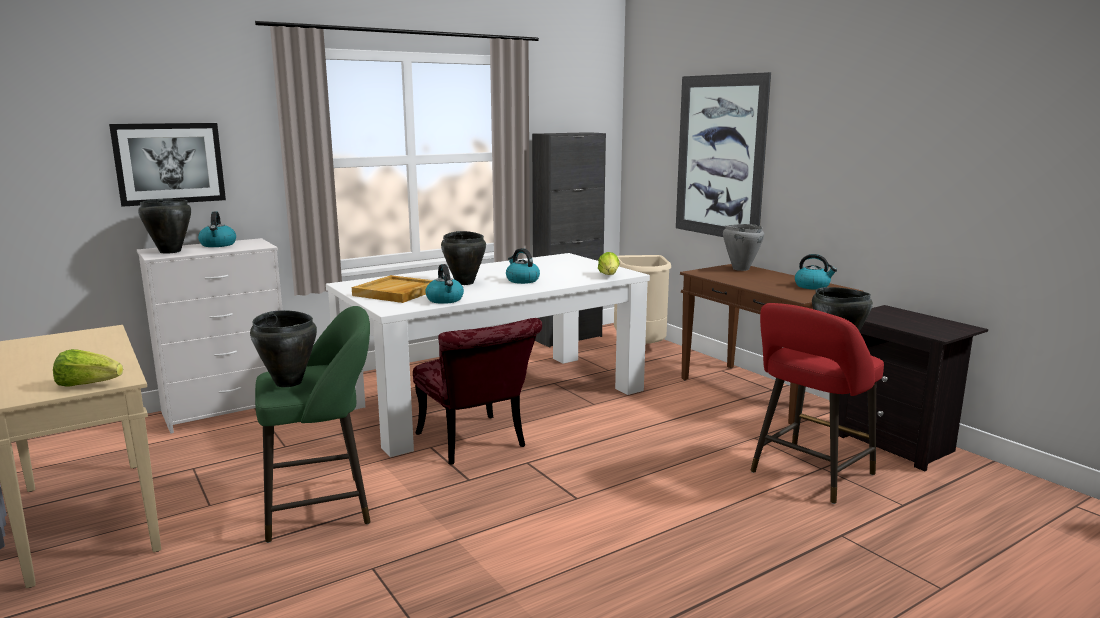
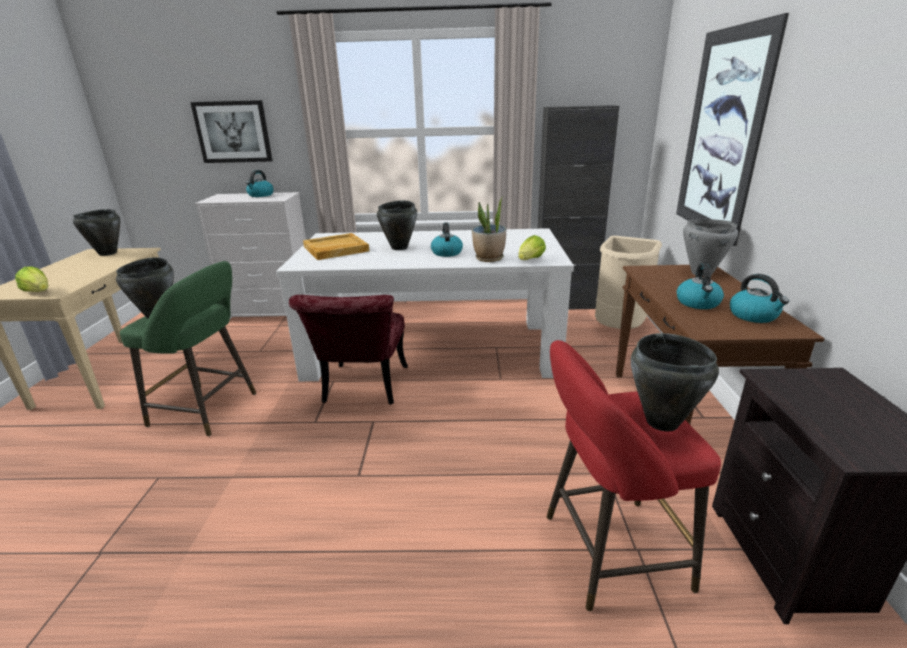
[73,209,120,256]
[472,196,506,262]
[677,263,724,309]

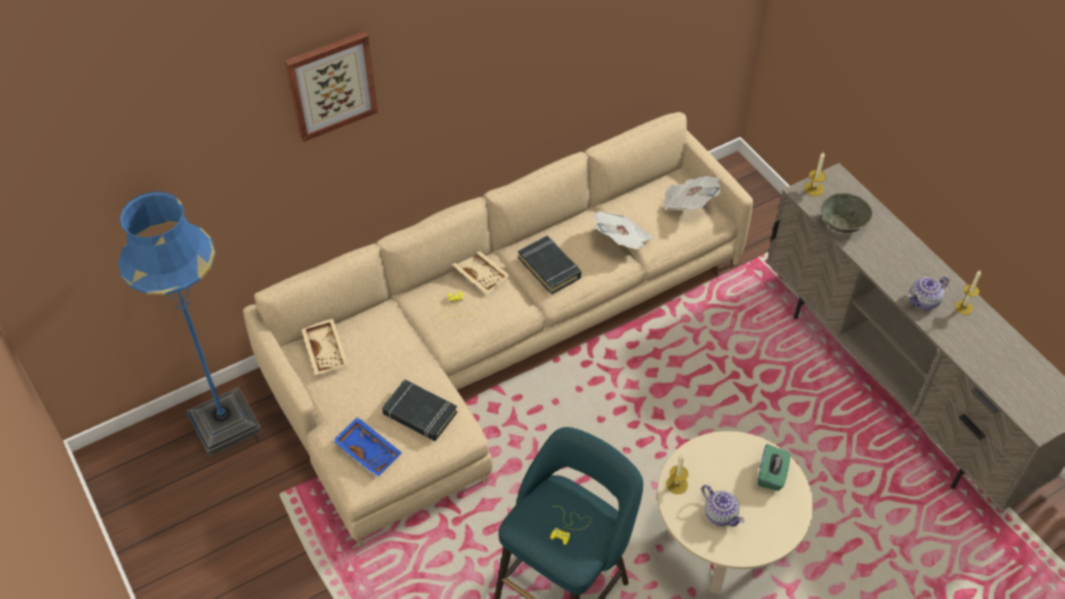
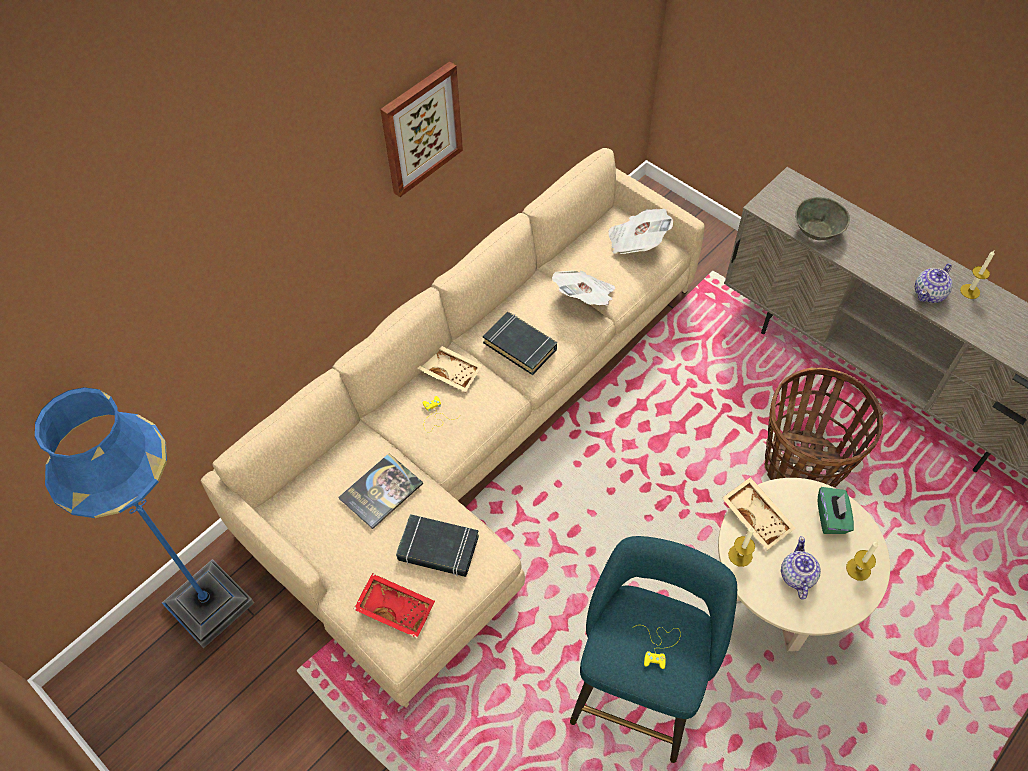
[338,453,423,529]
[353,573,435,638]
[380,61,463,197]
[722,477,796,550]
[765,368,884,488]
[781,536,821,600]
[846,542,878,581]

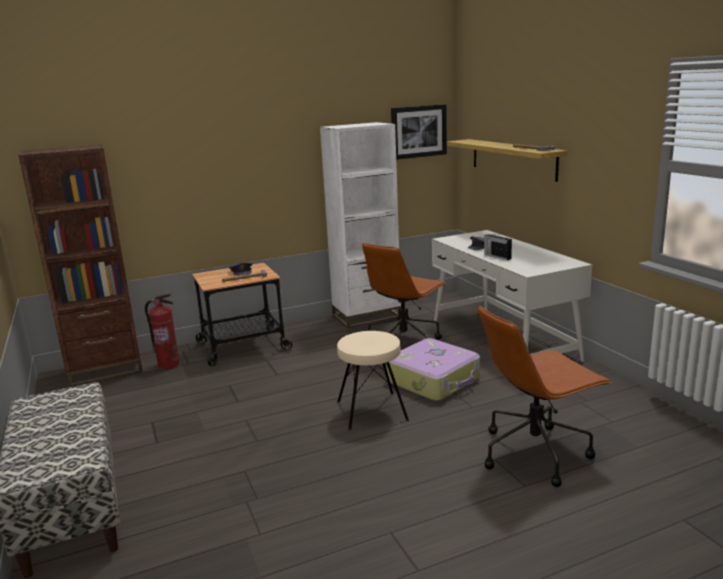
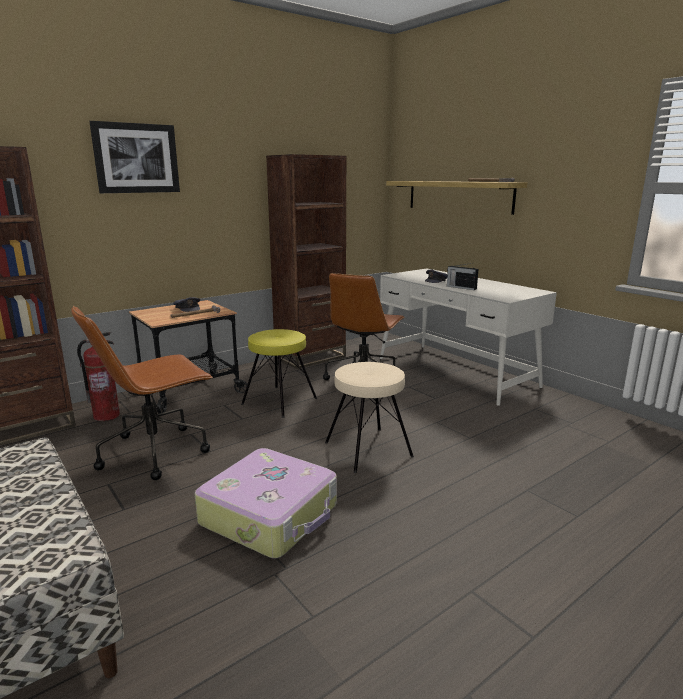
[71,306,213,480]
[89,121,180,193]
[195,448,337,558]
[241,329,317,418]
[266,154,346,369]

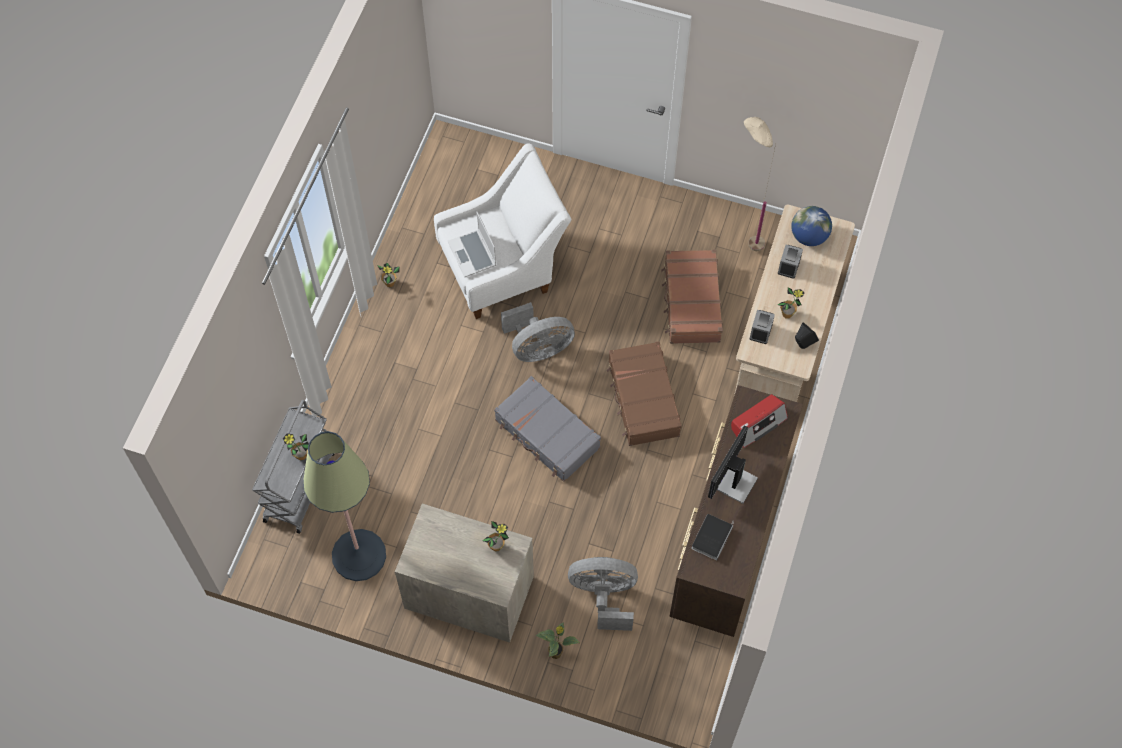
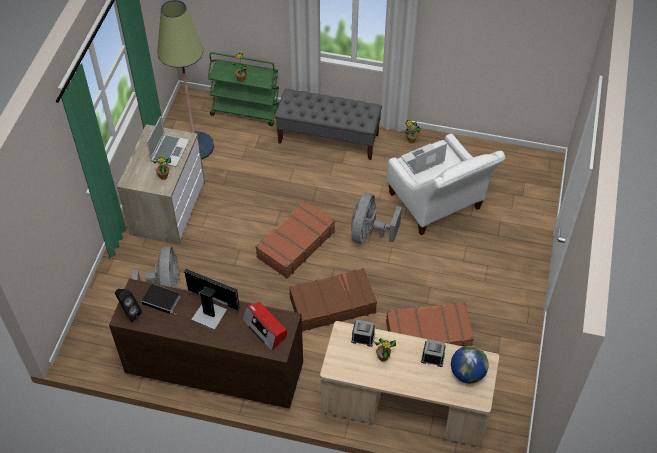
[115,289,142,322]
[147,116,190,167]
[207,52,280,126]
[256,200,335,278]
[275,88,382,160]
[351,193,402,243]
[535,622,580,659] (first image)
[744,117,776,251] (first image)

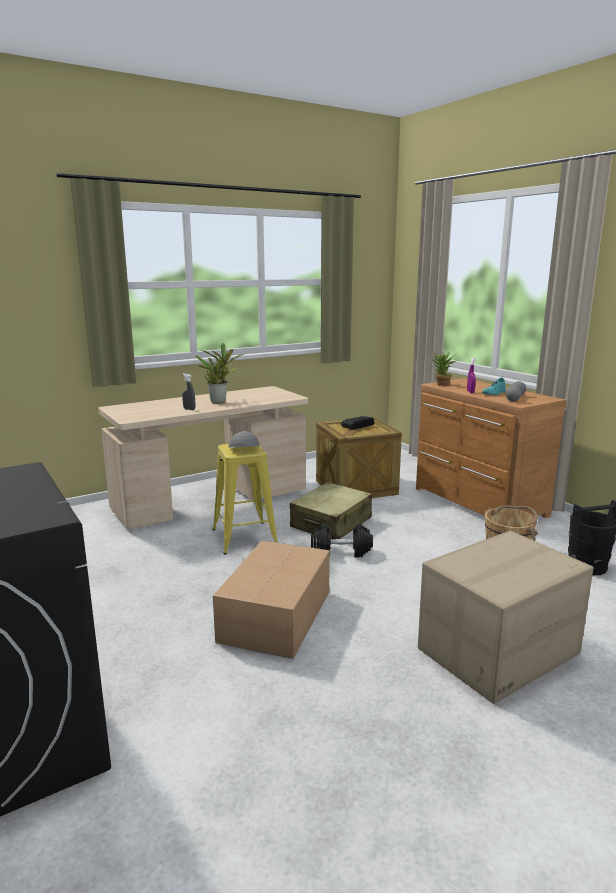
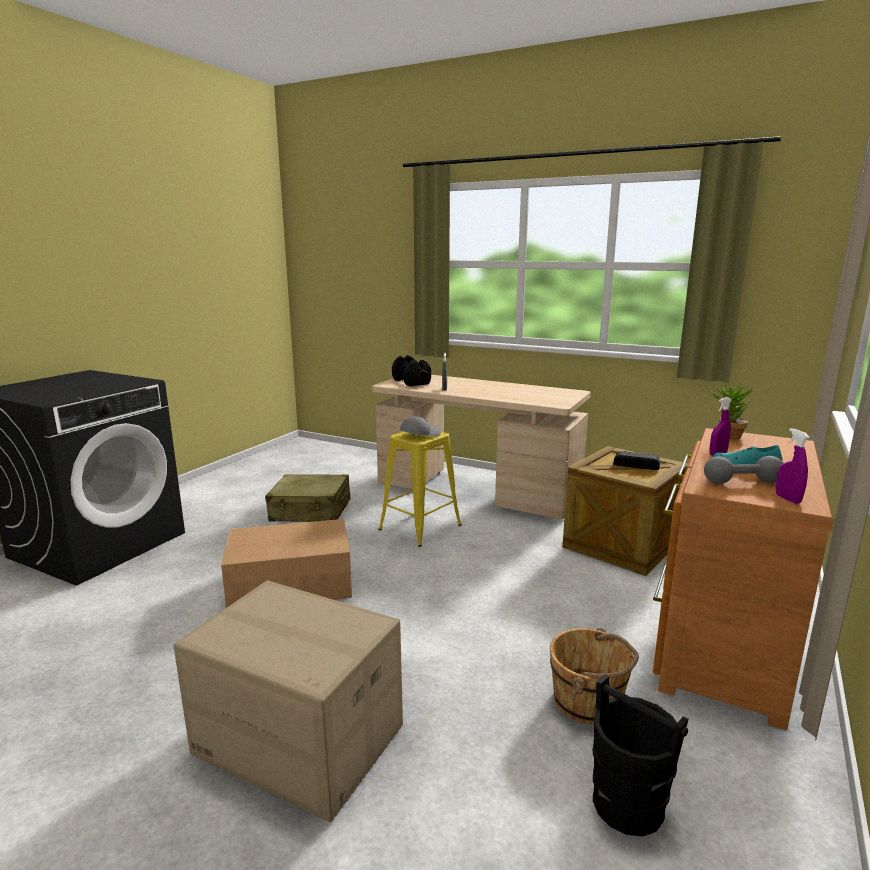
[265,474,350,522]
[392,355,431,386]
[776,428,810,504]
[195,343,244,404] (first image)

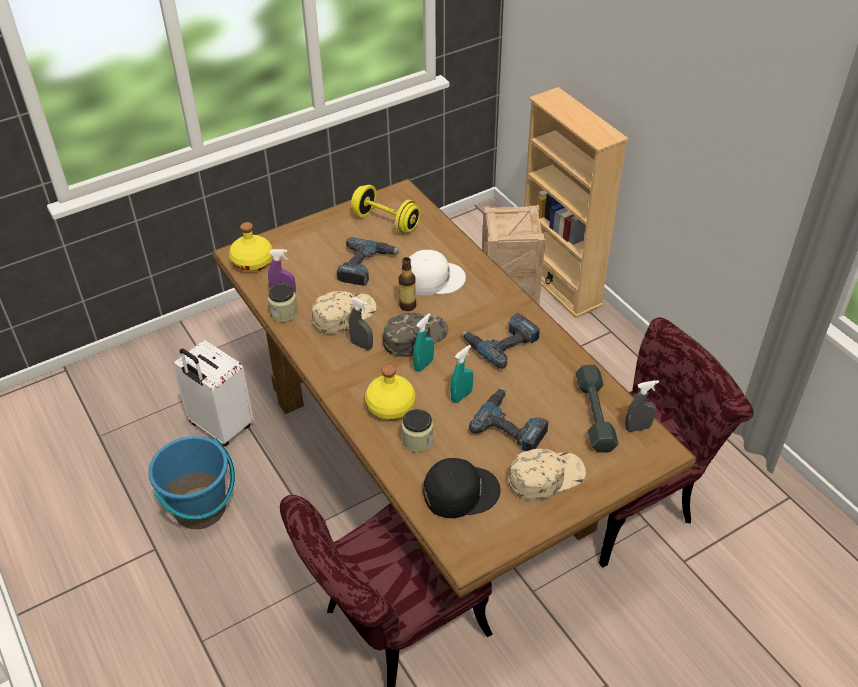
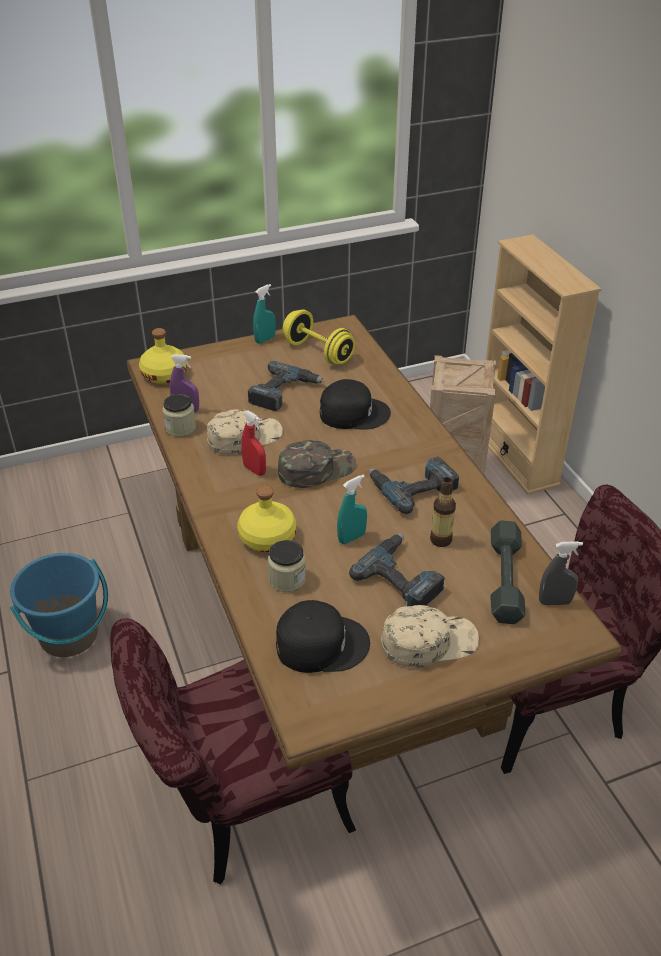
[241,411,266,476]
[253,284,276,344]
[320,379,391,430]
[430,477,456,547]
[172,340,254,447] (first image)

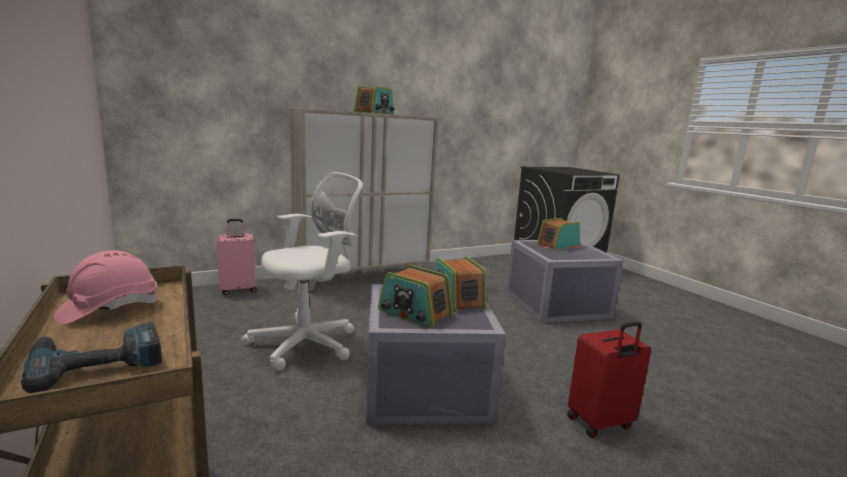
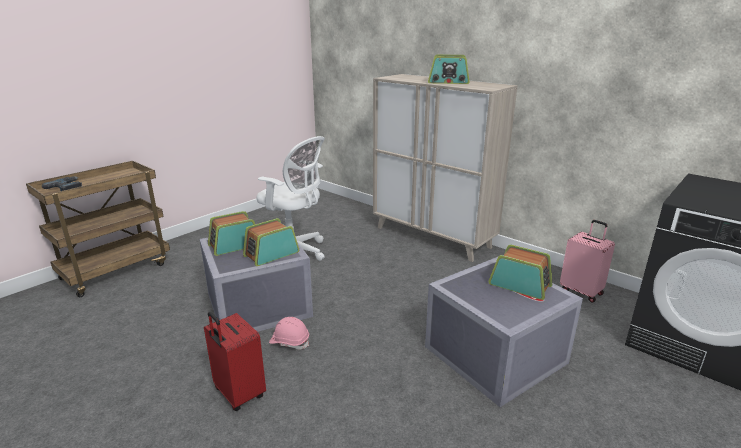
[208,211,255,256]
[269,317,309,350]
[560,220,615,302]

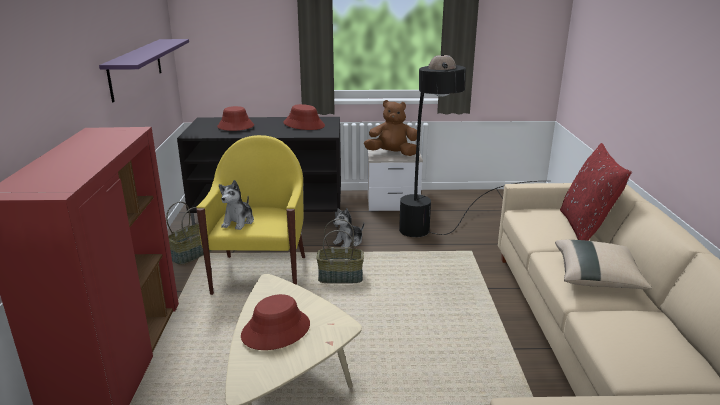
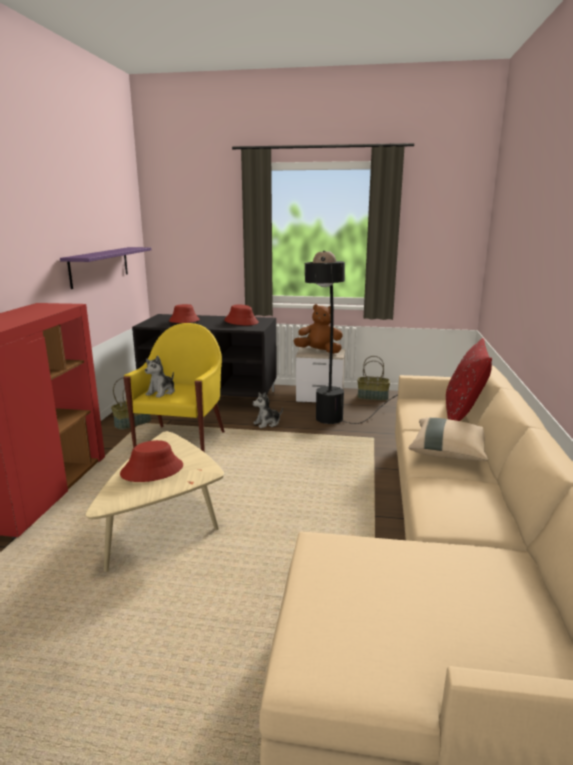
[357,356,390,401]

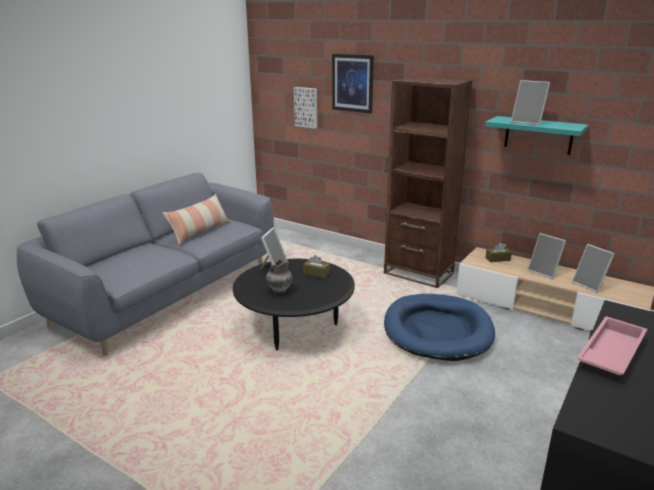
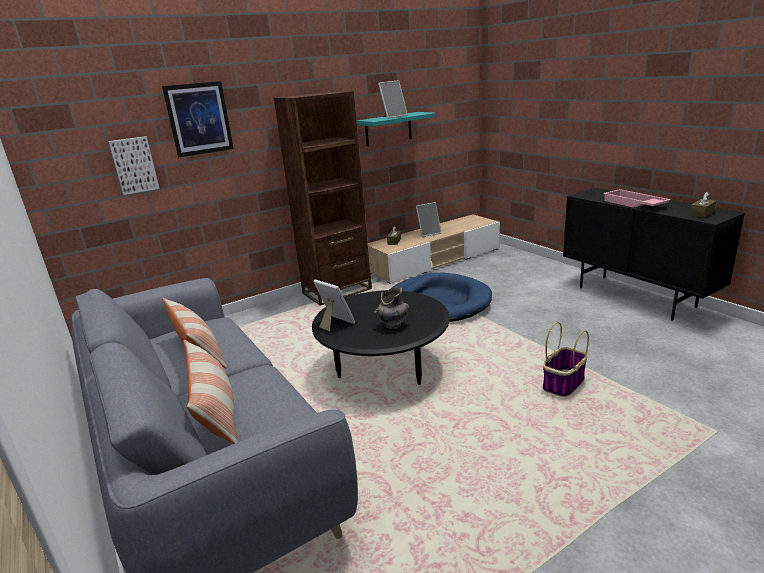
[184,340,238,444]
[543,322,589,397]
[689,192,716,218]
[572,244,615,293] (first image)

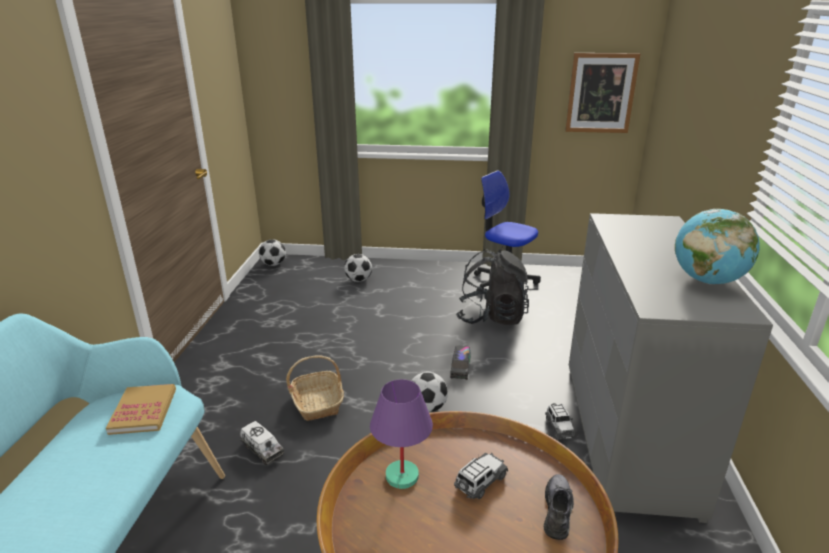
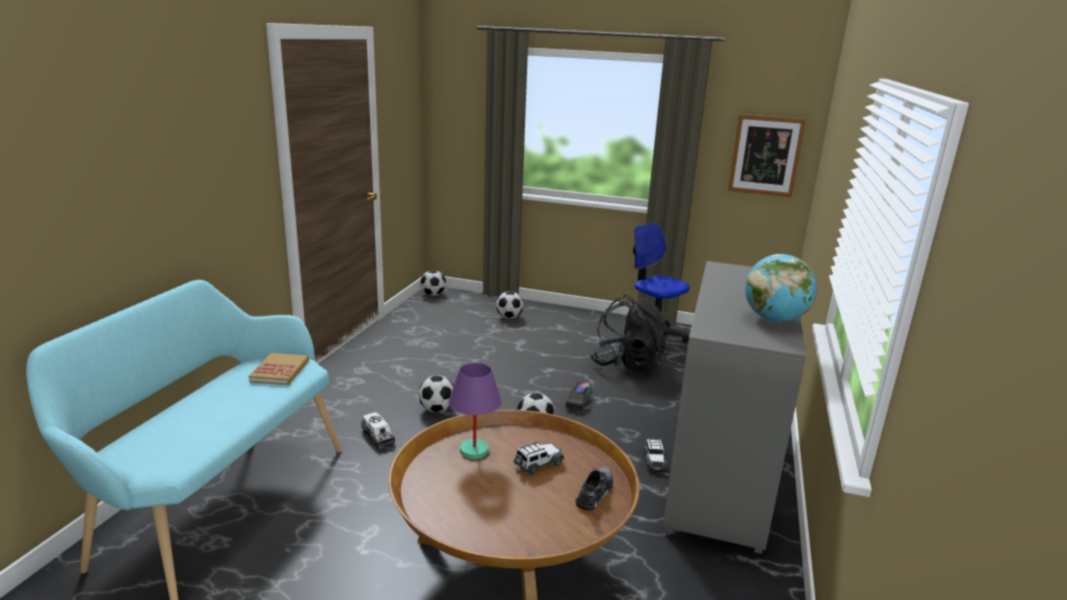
[418,375,454,412]

